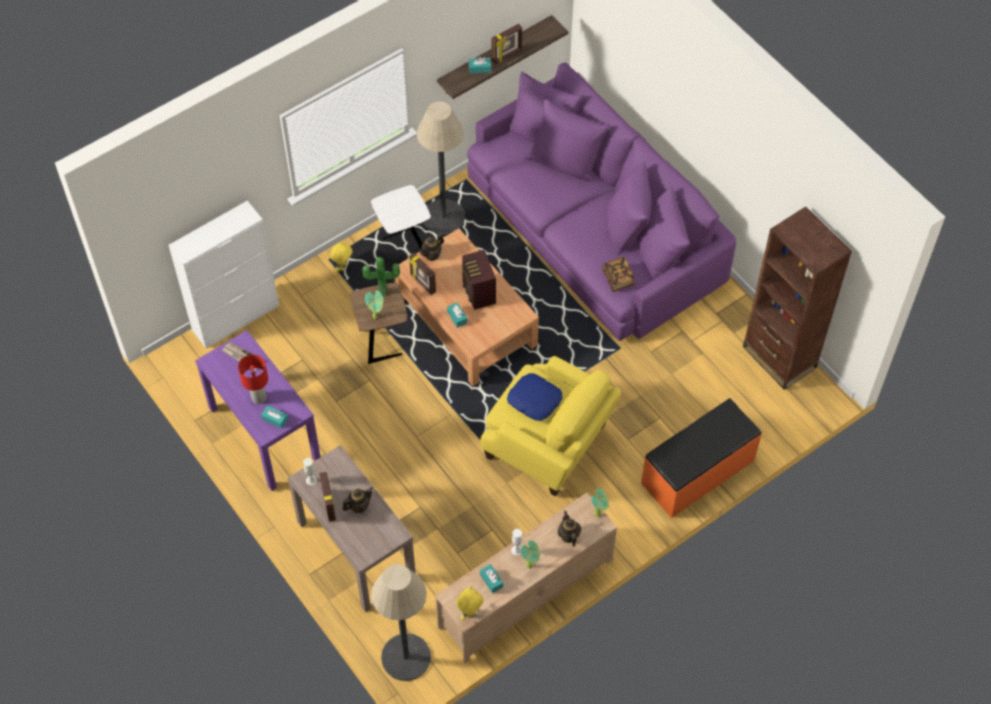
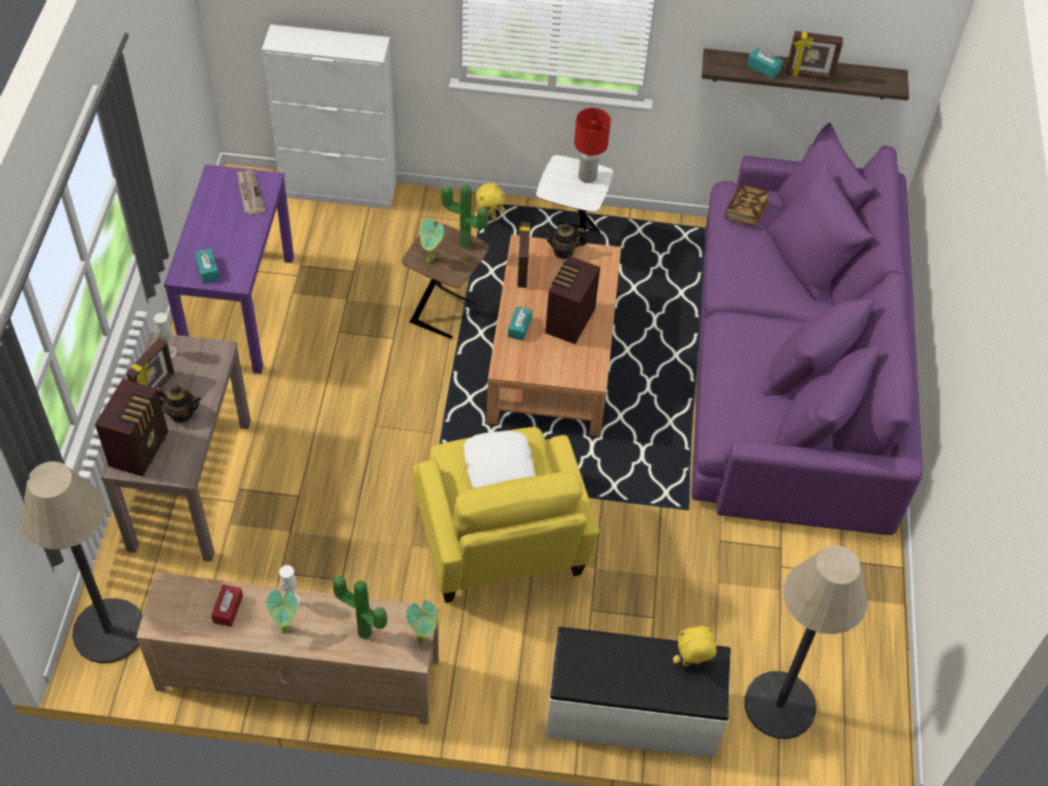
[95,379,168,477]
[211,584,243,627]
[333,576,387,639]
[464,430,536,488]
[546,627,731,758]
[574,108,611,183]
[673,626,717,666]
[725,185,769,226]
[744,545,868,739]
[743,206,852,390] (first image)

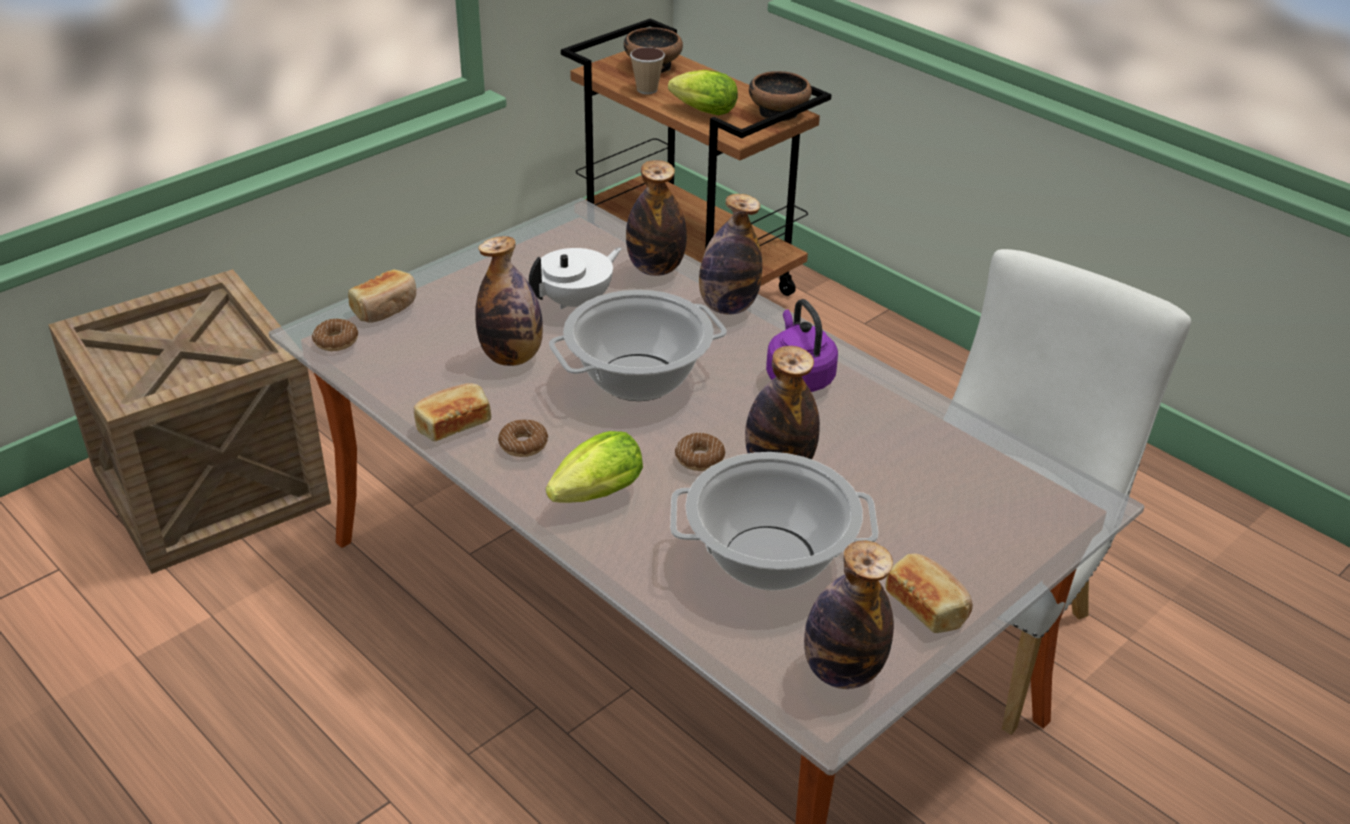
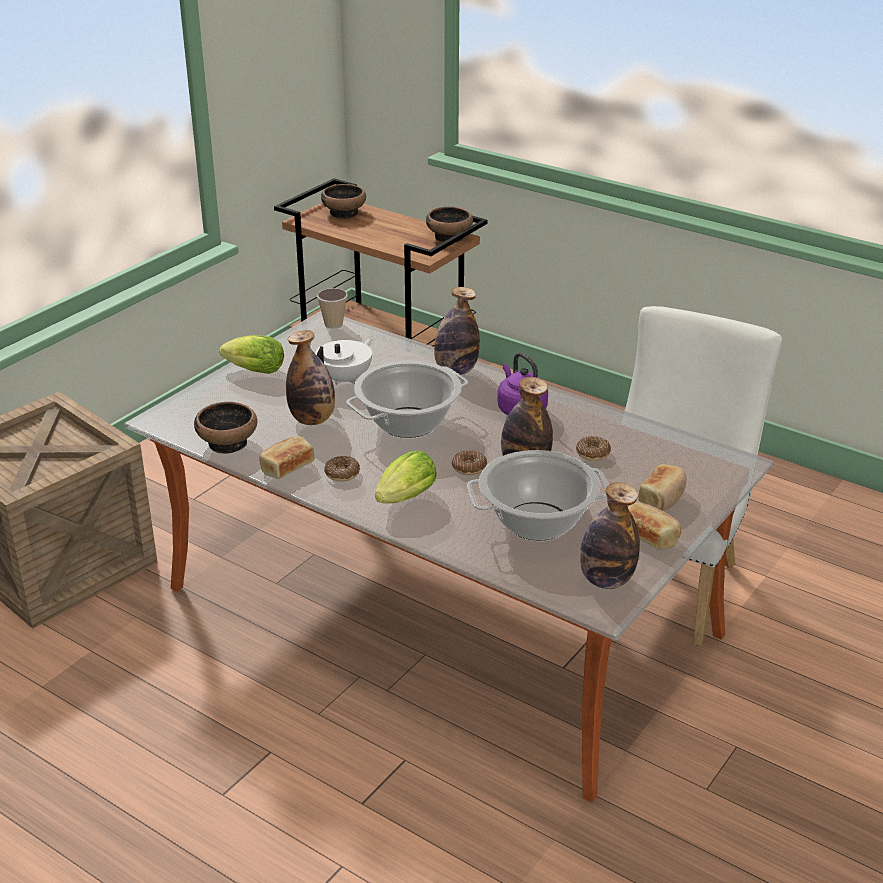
[194,402,257,454]
[219,335,284,374]
[317,288,348,329]
[576,436,611,461]
[639,464,687,511]
[626,160,687,276] (first image)

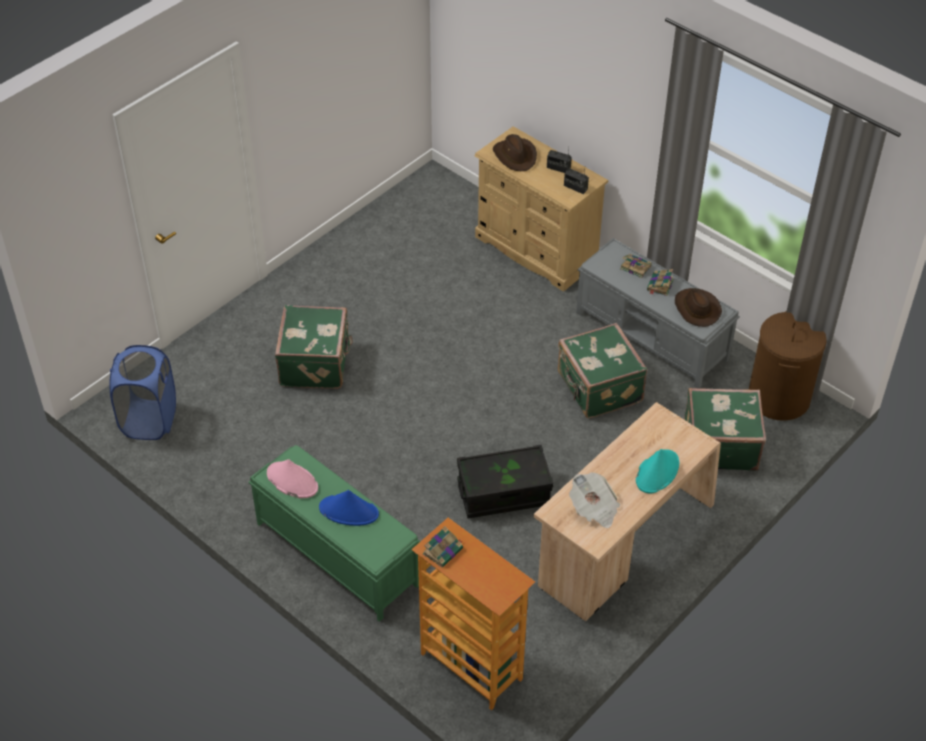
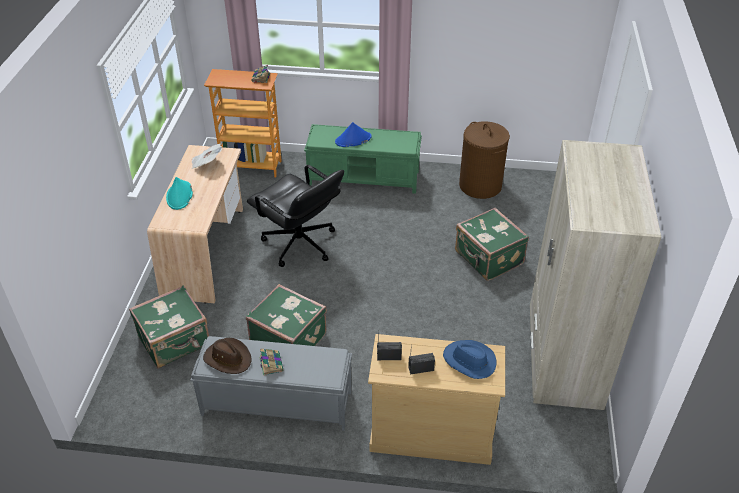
[247,165,344,267]
[443,340,496,379]
[459,121,510,199]
[530,140,661,410]
[109,345,176,440] (first image)
[267,459,318,498] (first image)
[620,254,652,278] (first image)

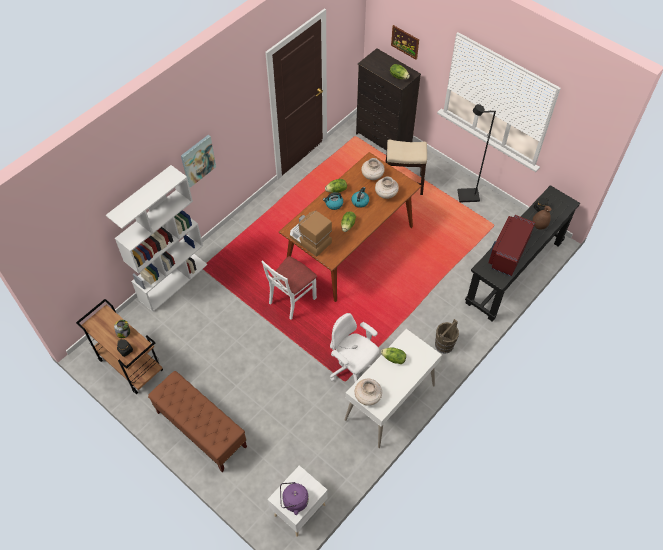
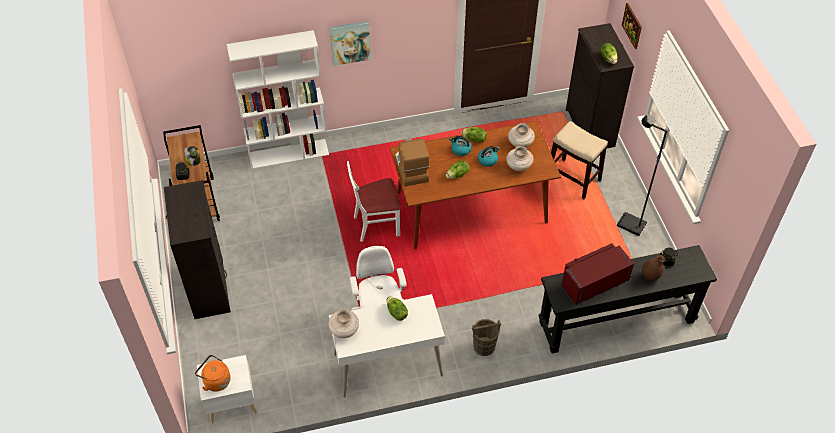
[164,180,231,319]
[195,355,231,392]

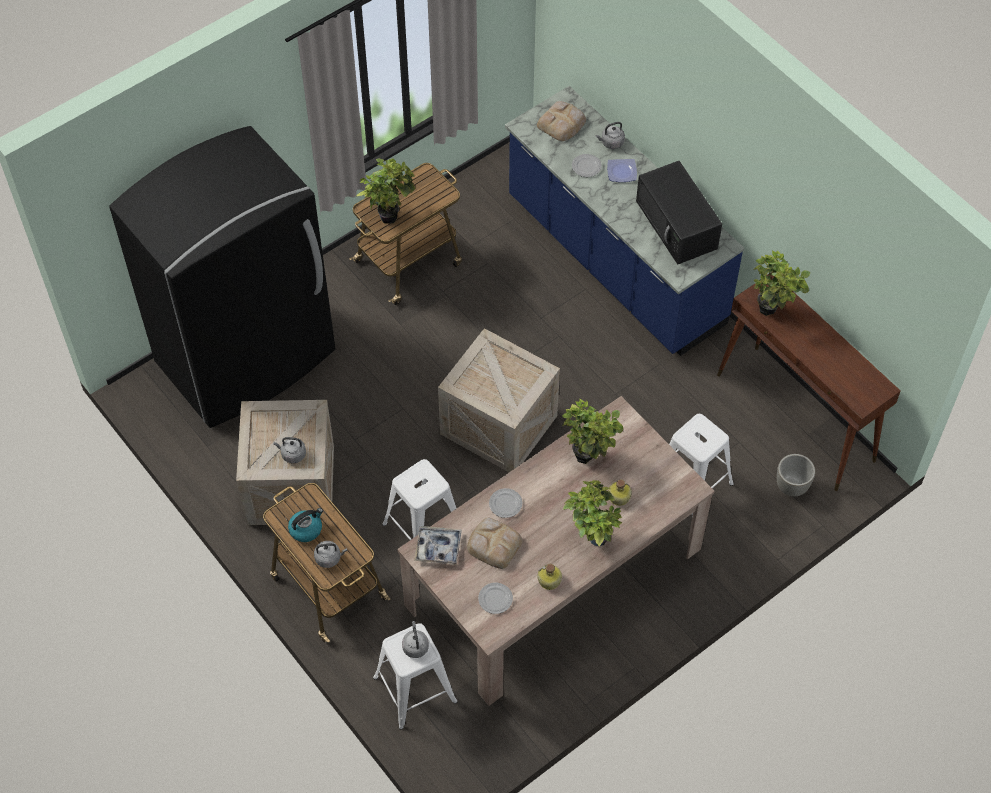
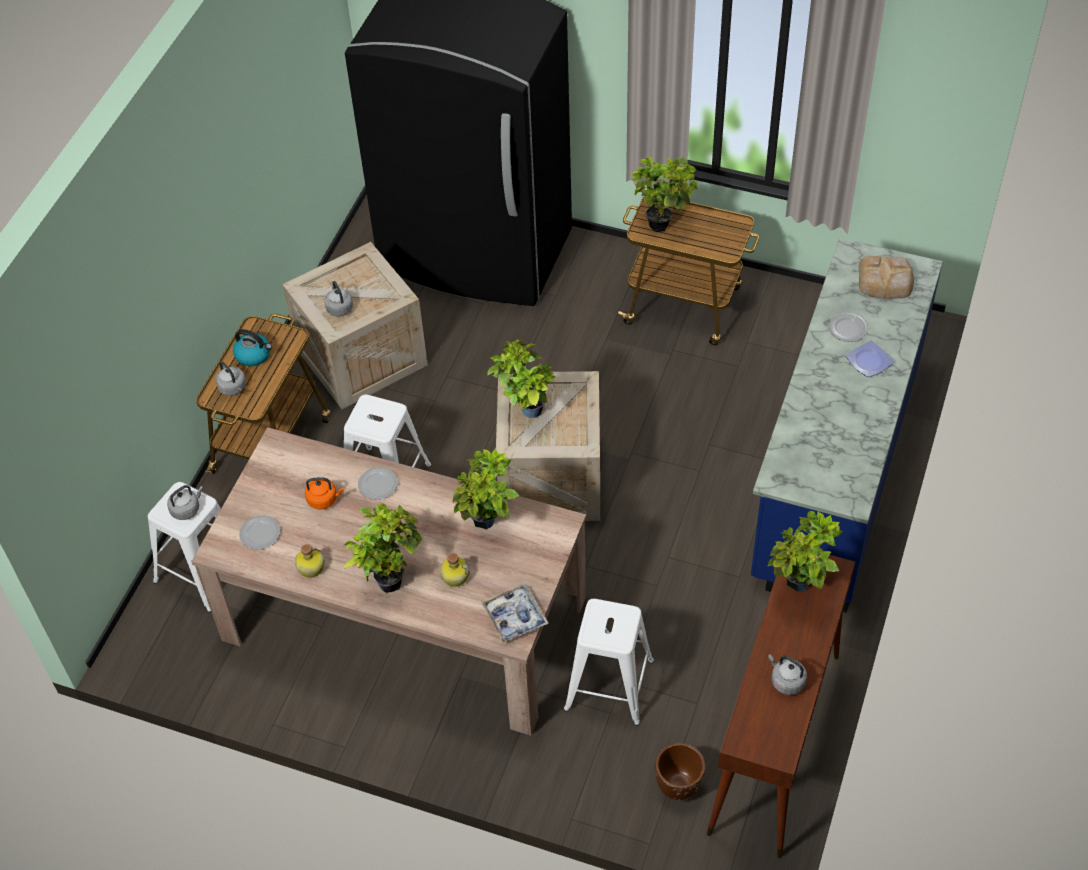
[305,477,344,510]
[481,584,549,643]
[487,340,556,418]
[655,743,705,800]
[768,654,807,695]
[636,161,722,265] (first image)

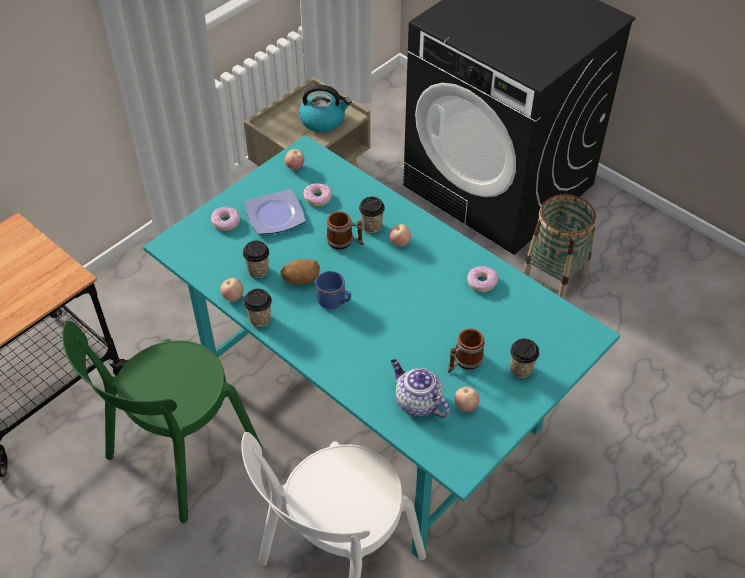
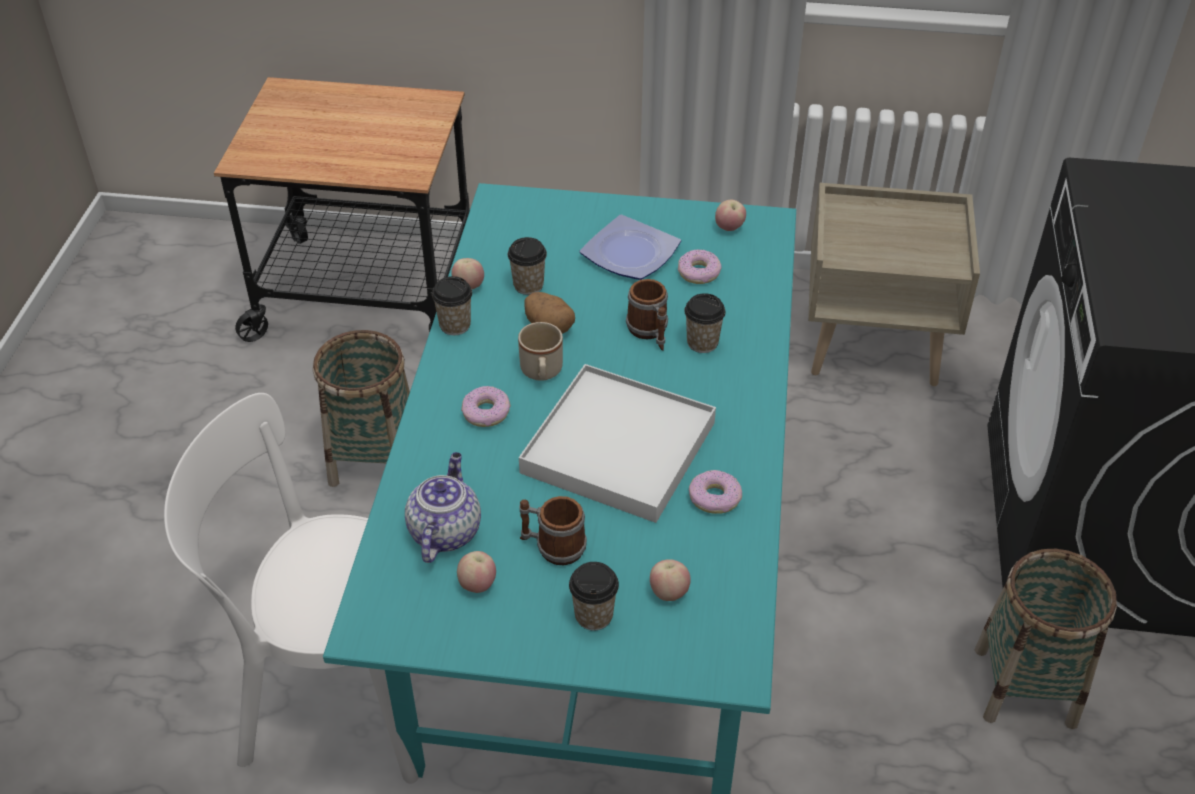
[313,330,410,487]
[461,386,511,427]
[518,322,563,381]
[519,364,716,523]
[650,559,691,601]
[299,85,351,133] (first image)

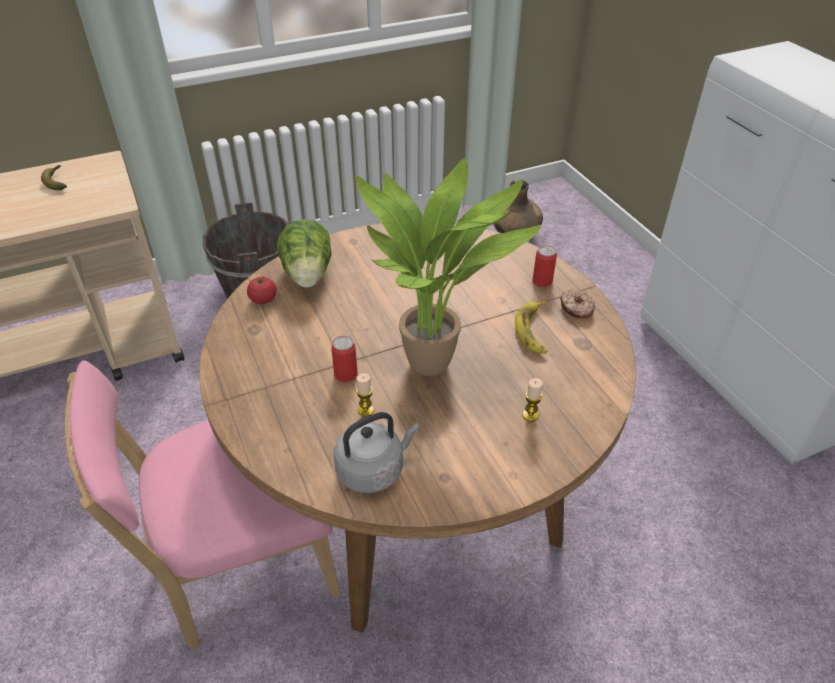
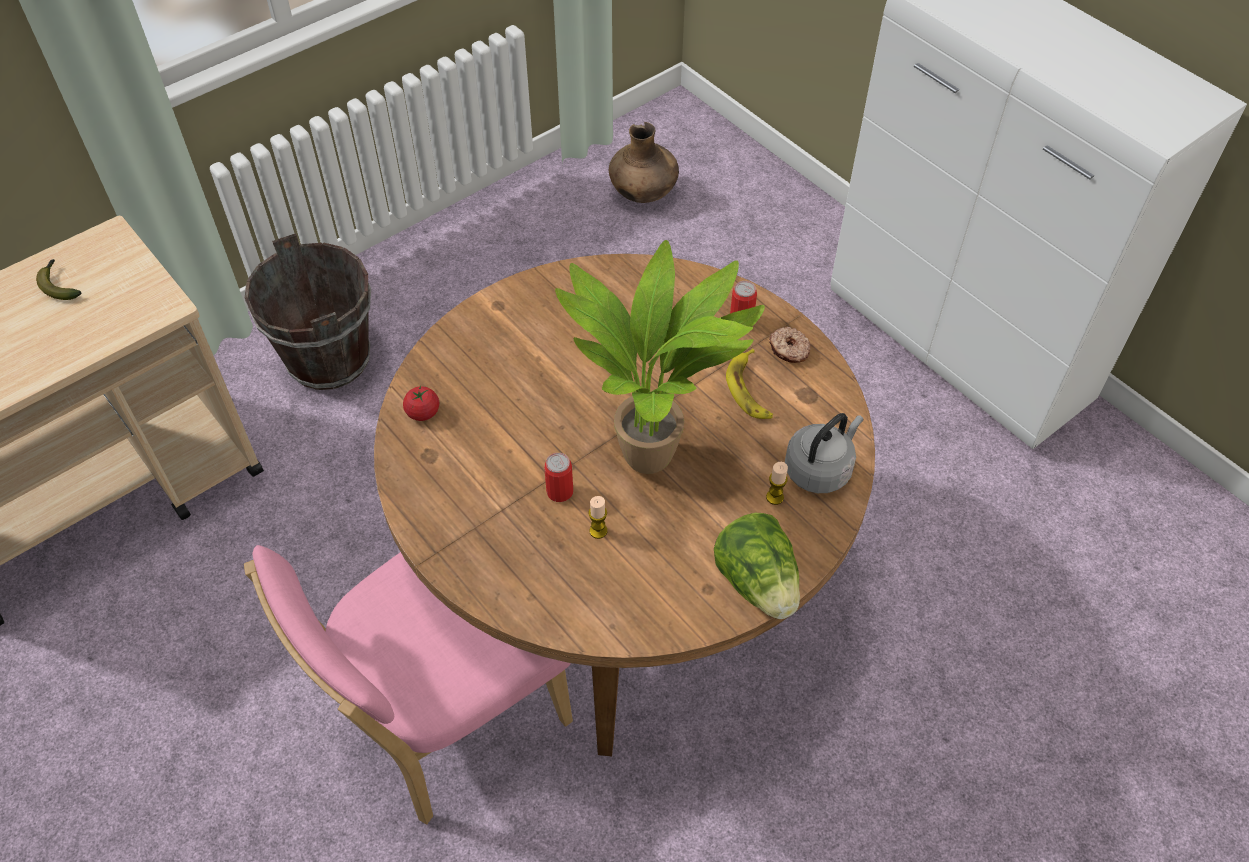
[714,513,800,619]
[785,413,863,493]

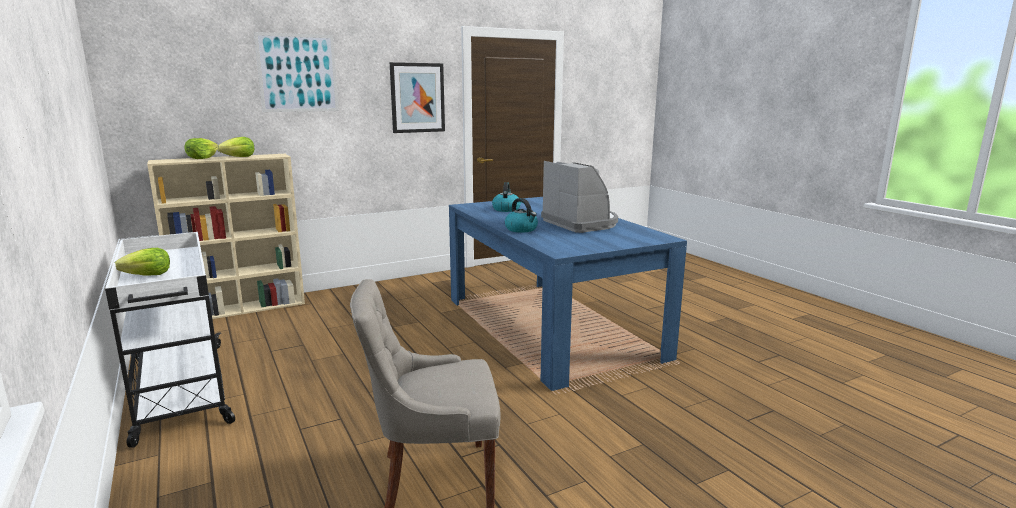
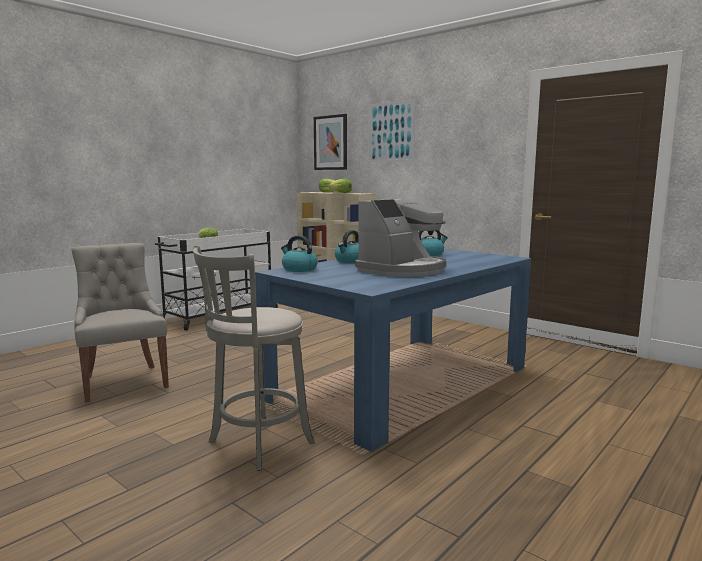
[193,245,315,471]
[281,235,318,272]
[314,114,347,170]

